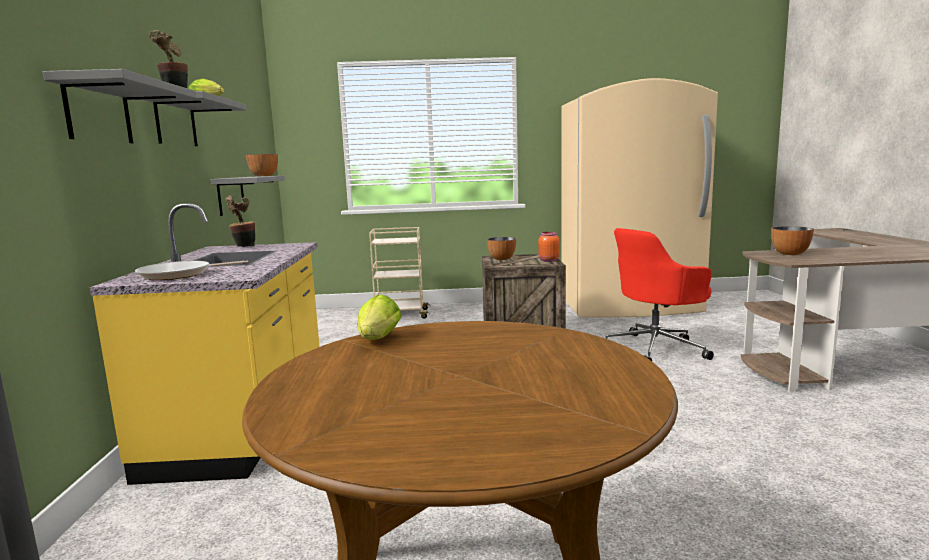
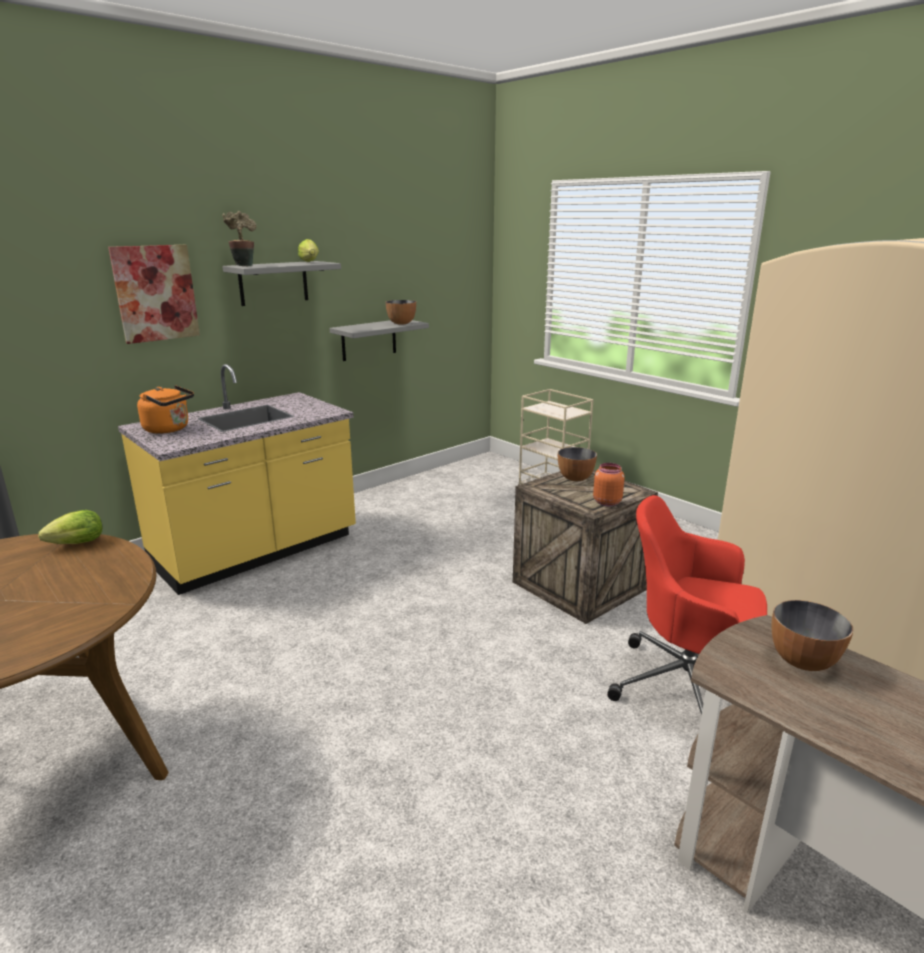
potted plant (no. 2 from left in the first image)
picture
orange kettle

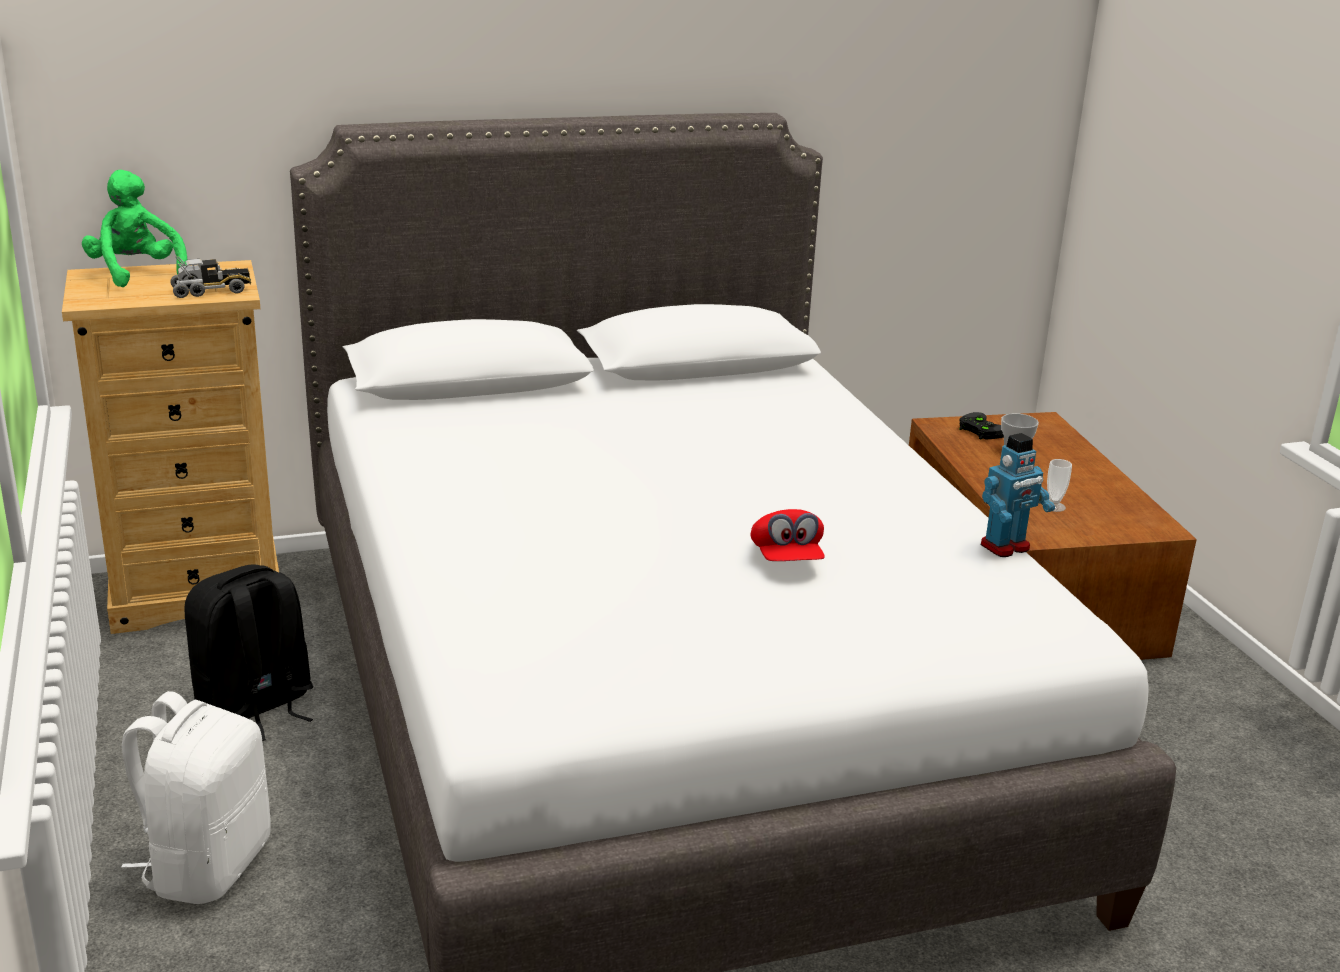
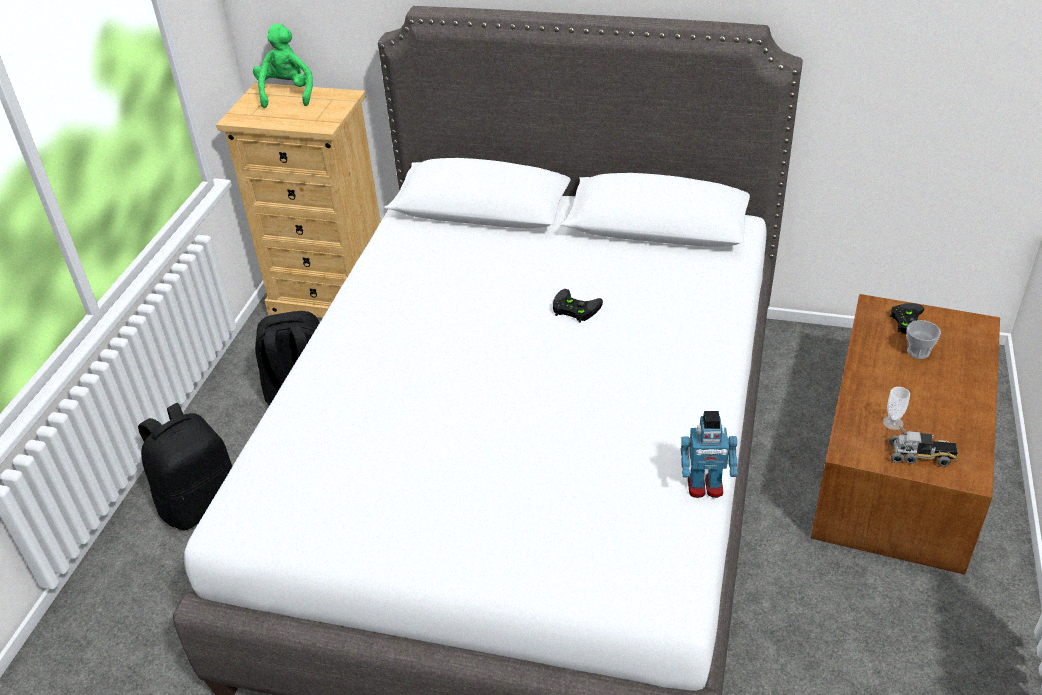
red cap
black game controller (no. 1 from left)
toy truck
black backpack (no. 1 from left)

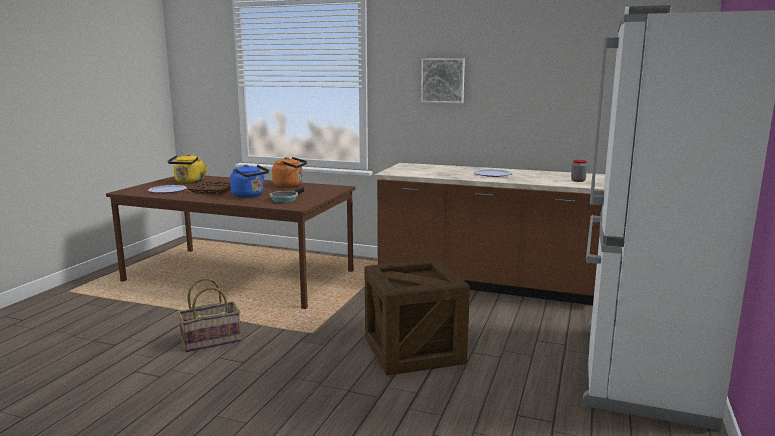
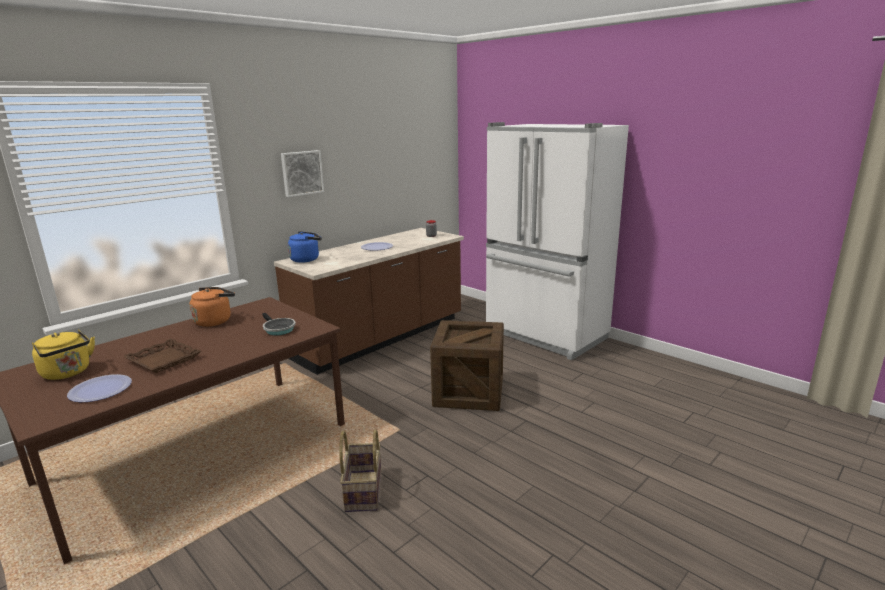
blue kettle

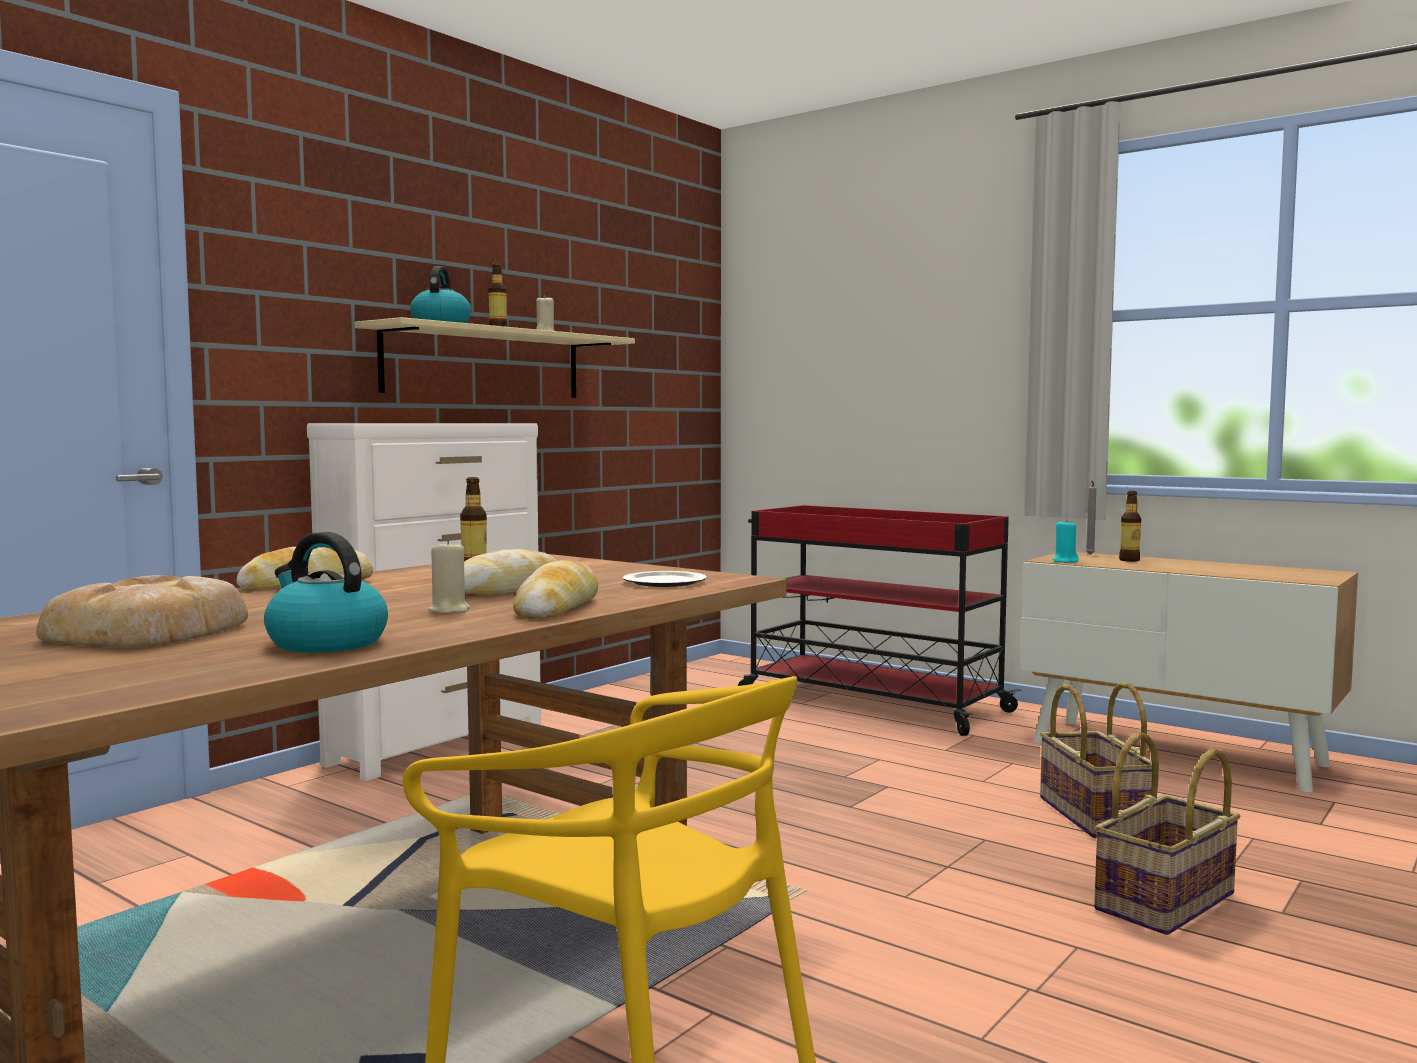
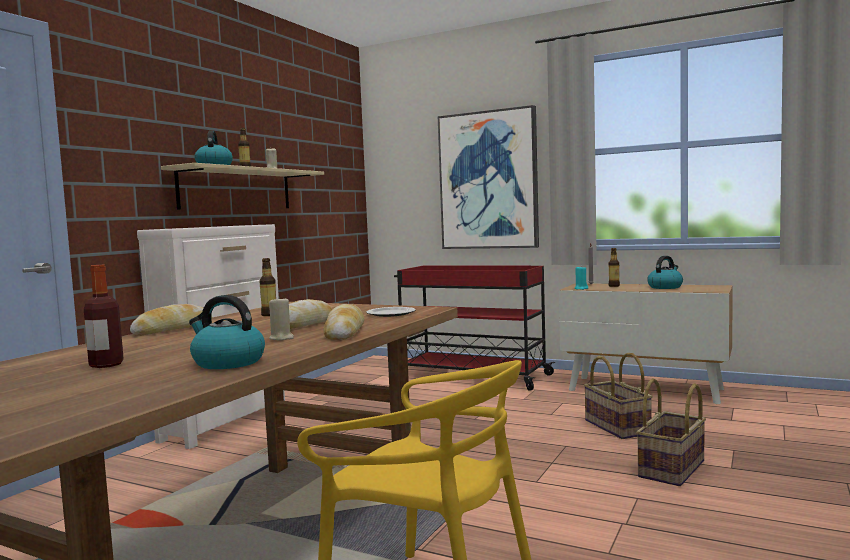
picture
kettle (no. 3 from left)
bottle (no. 1 from left)

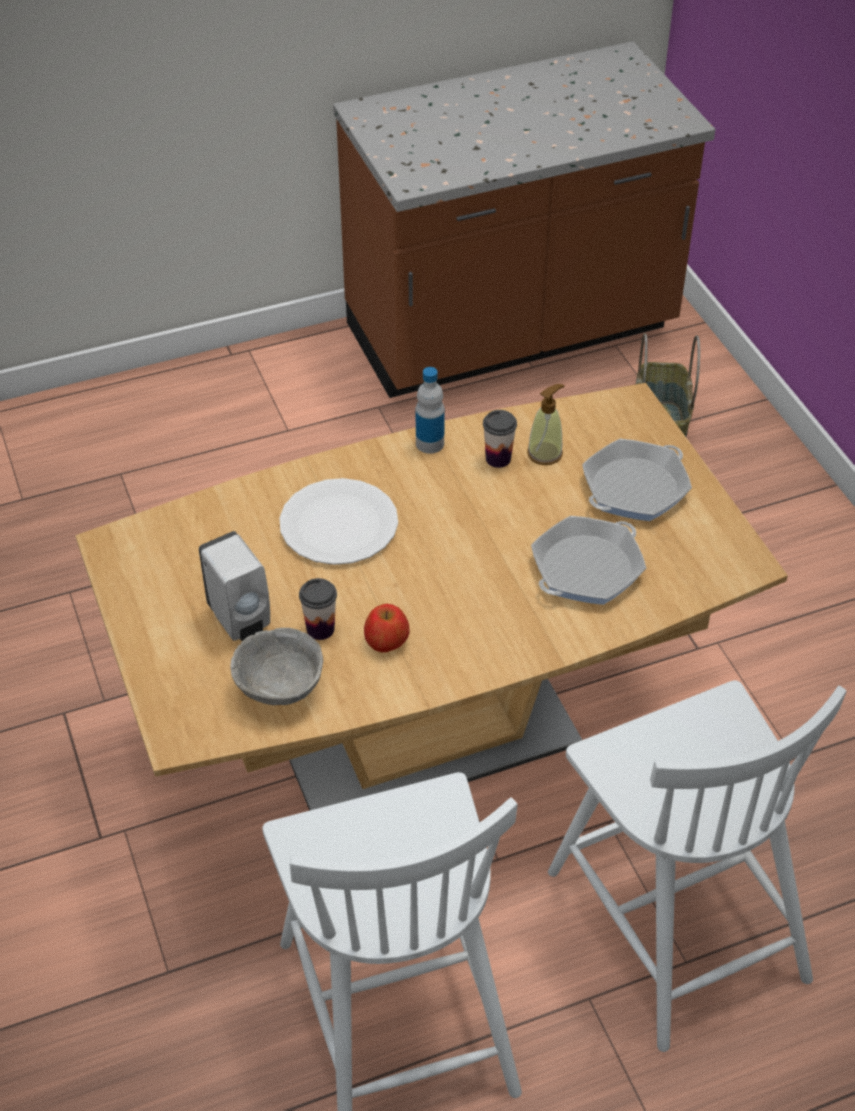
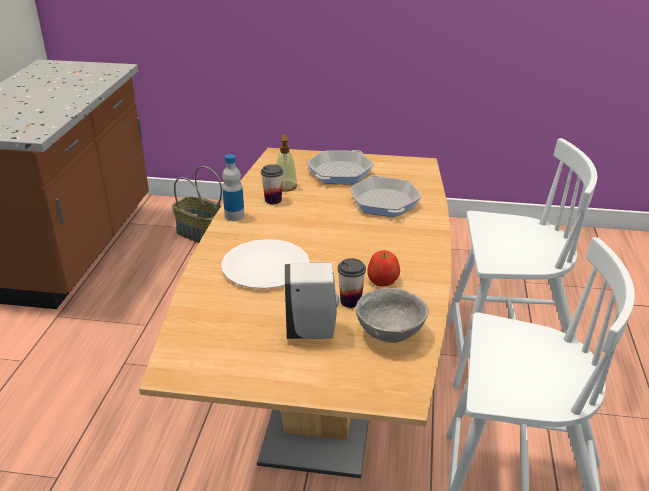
frying pan (no. 1 from left)

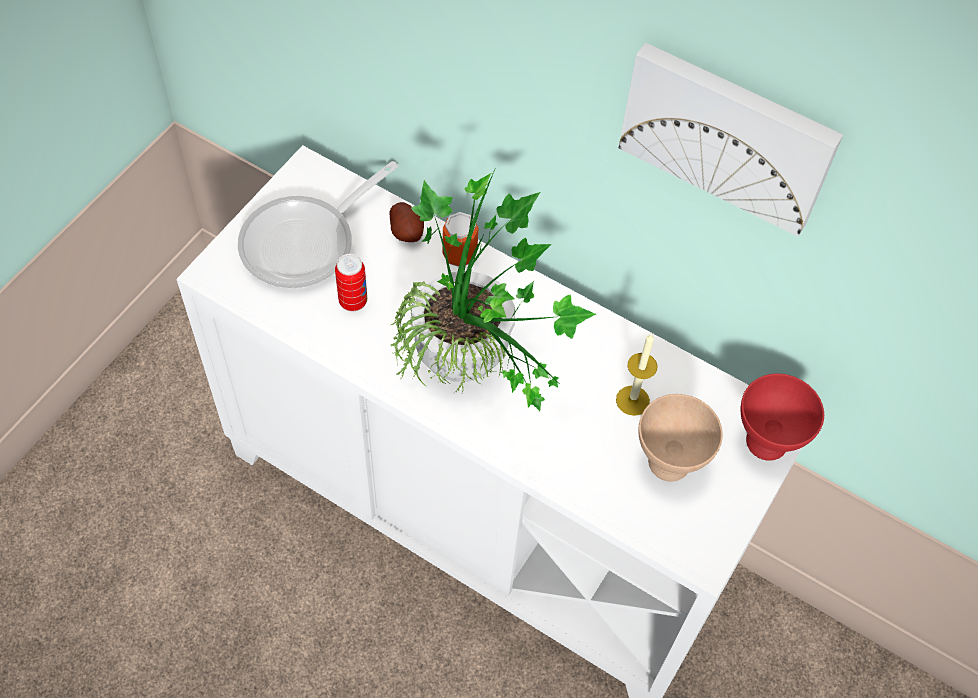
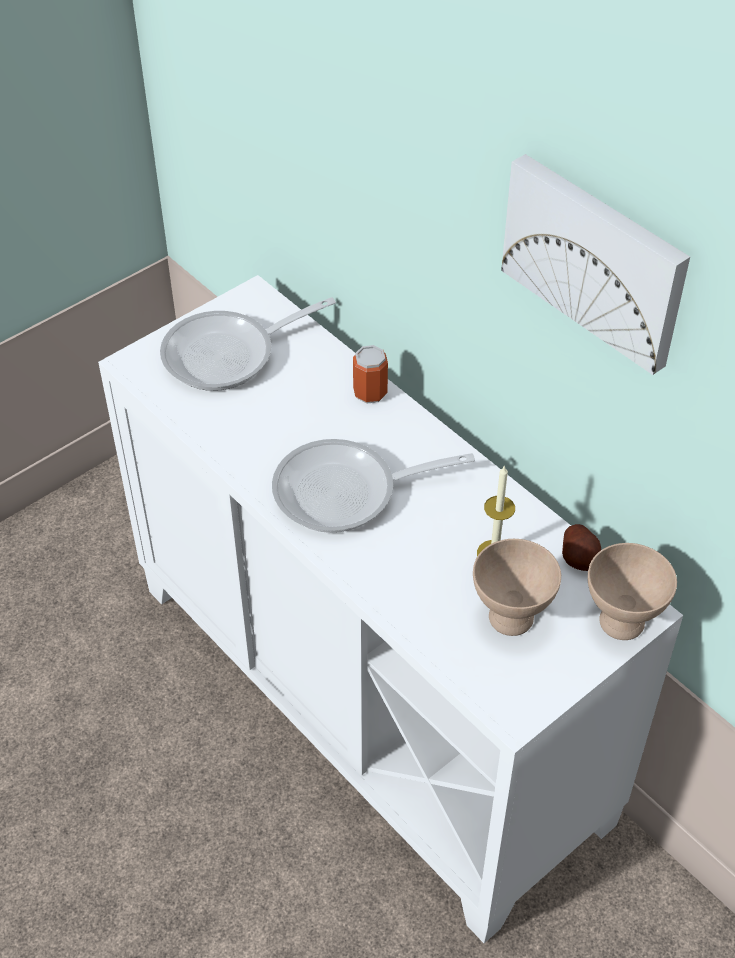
can (no. 1 from left in the first image)
potato
frying pan (no. 2 from left)
beige bowl (no. 2 from left)

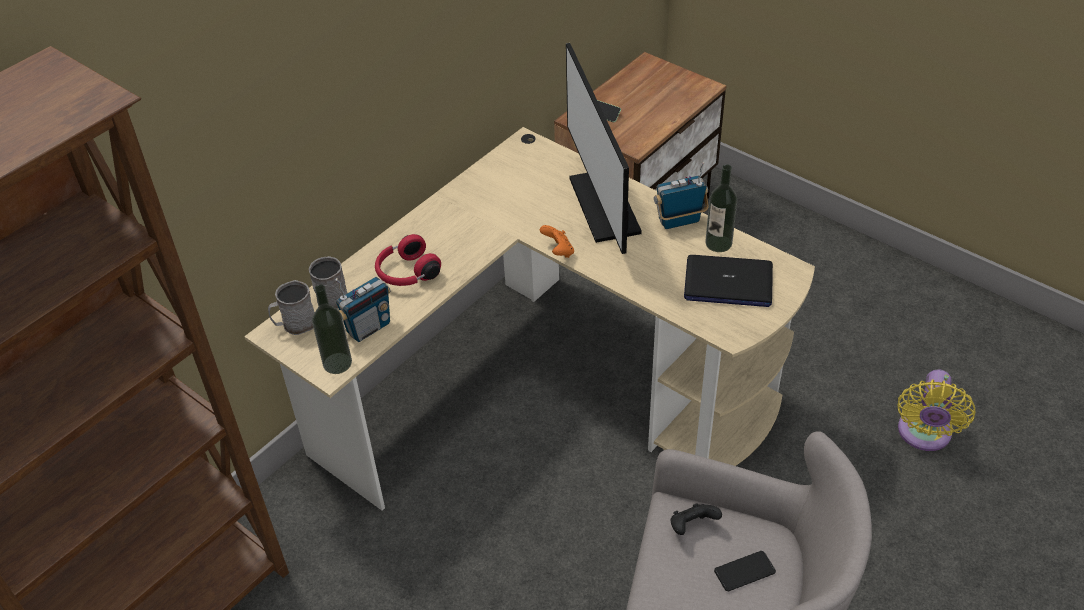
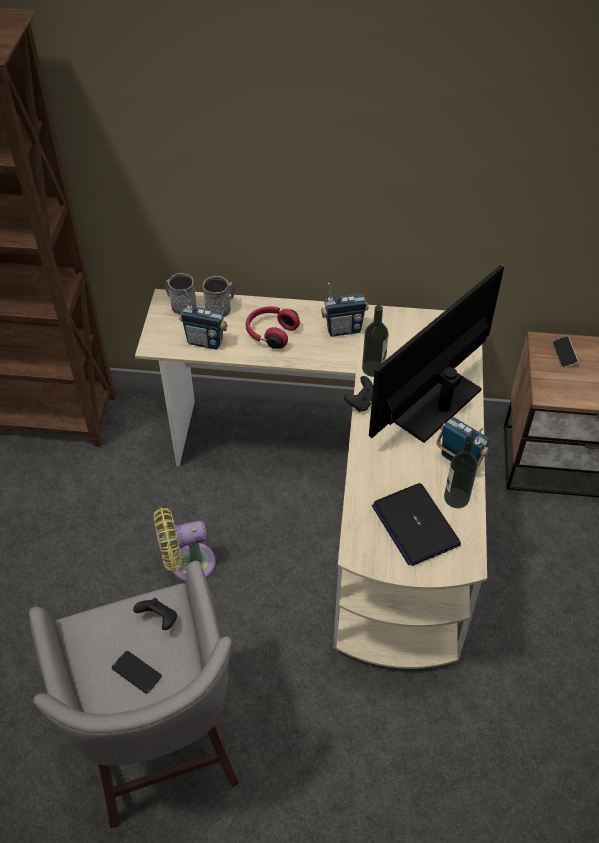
radio (no. 2 from left)
bottle (no. 1 from left)
yellow fan
black game controller (no. 2 from left)

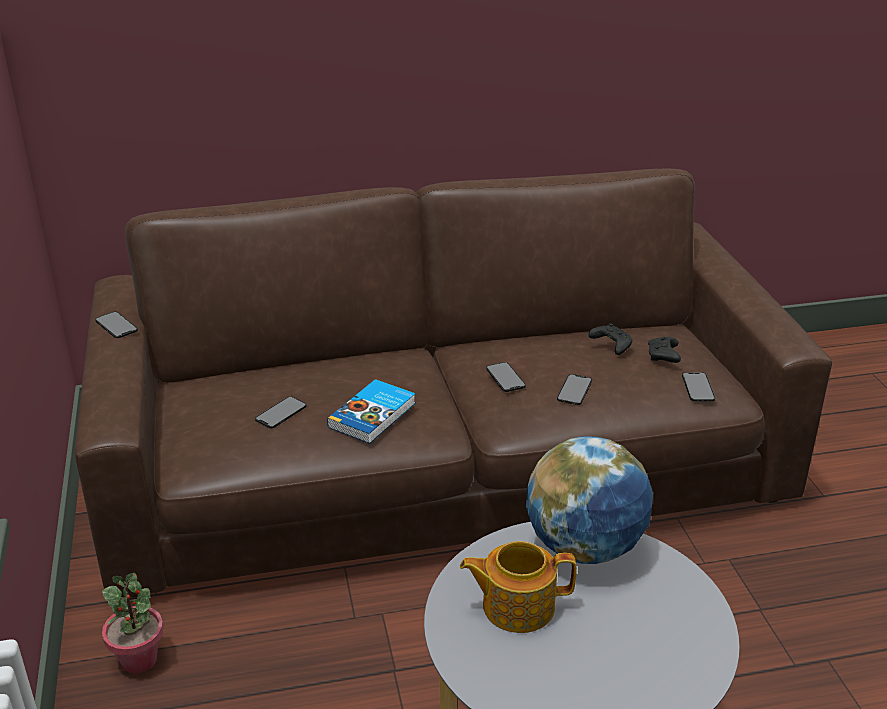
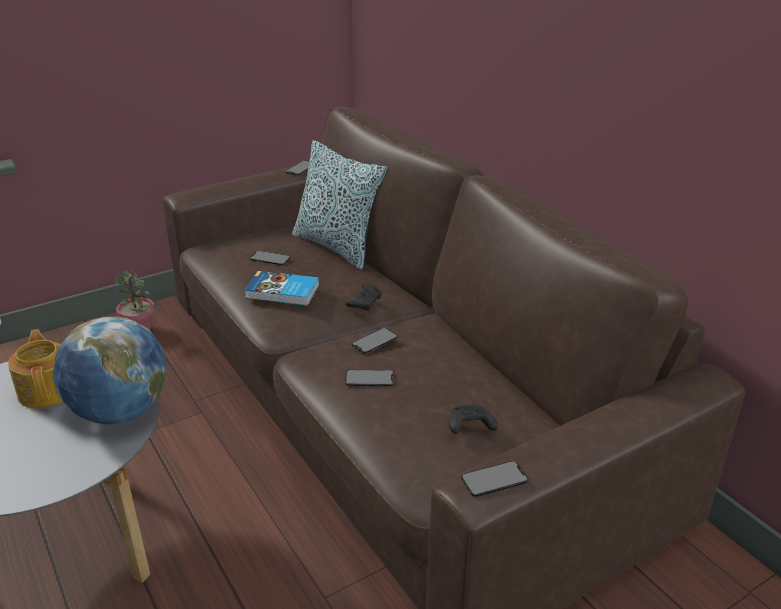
pillow
black game controller (no. 1 from left)
phone (no. 5 from left)

